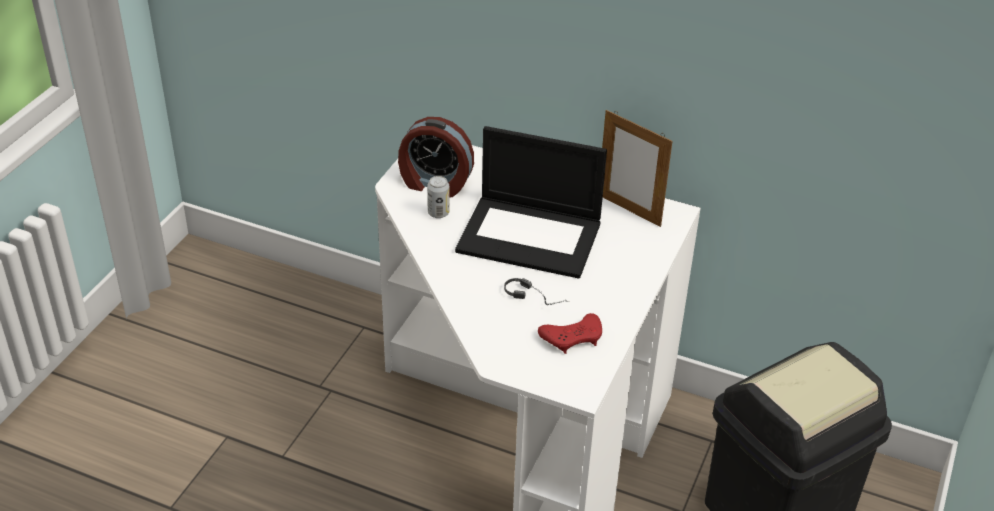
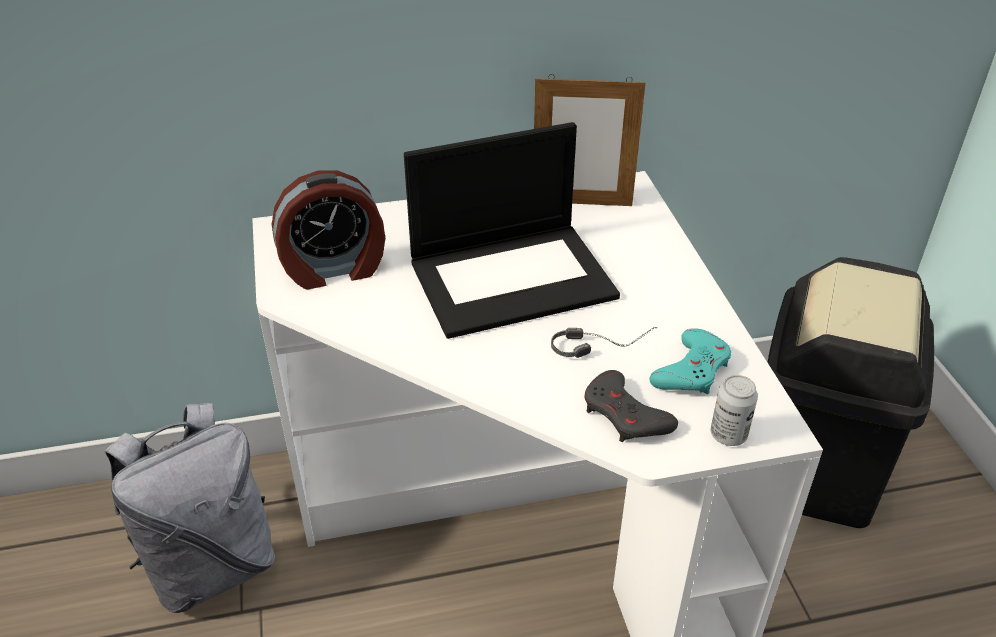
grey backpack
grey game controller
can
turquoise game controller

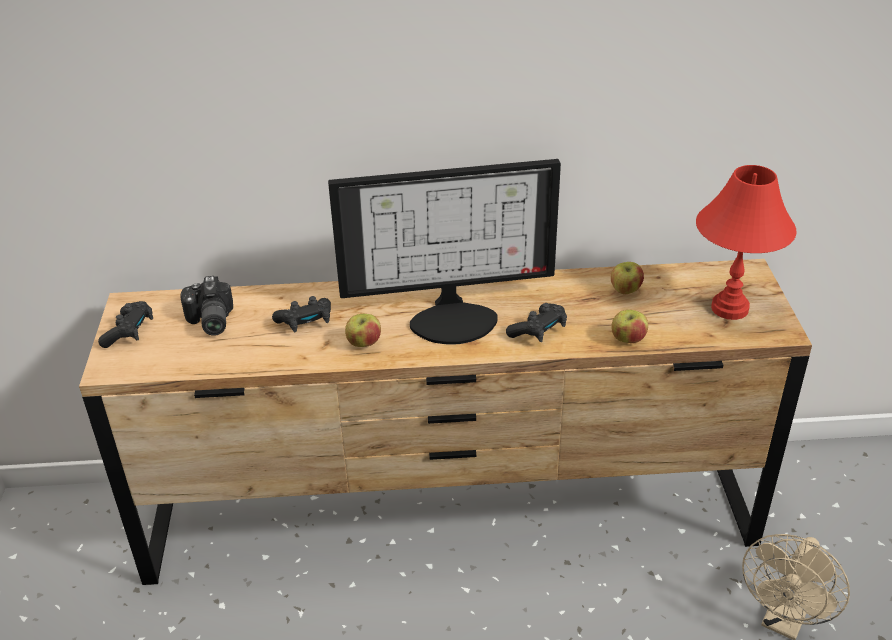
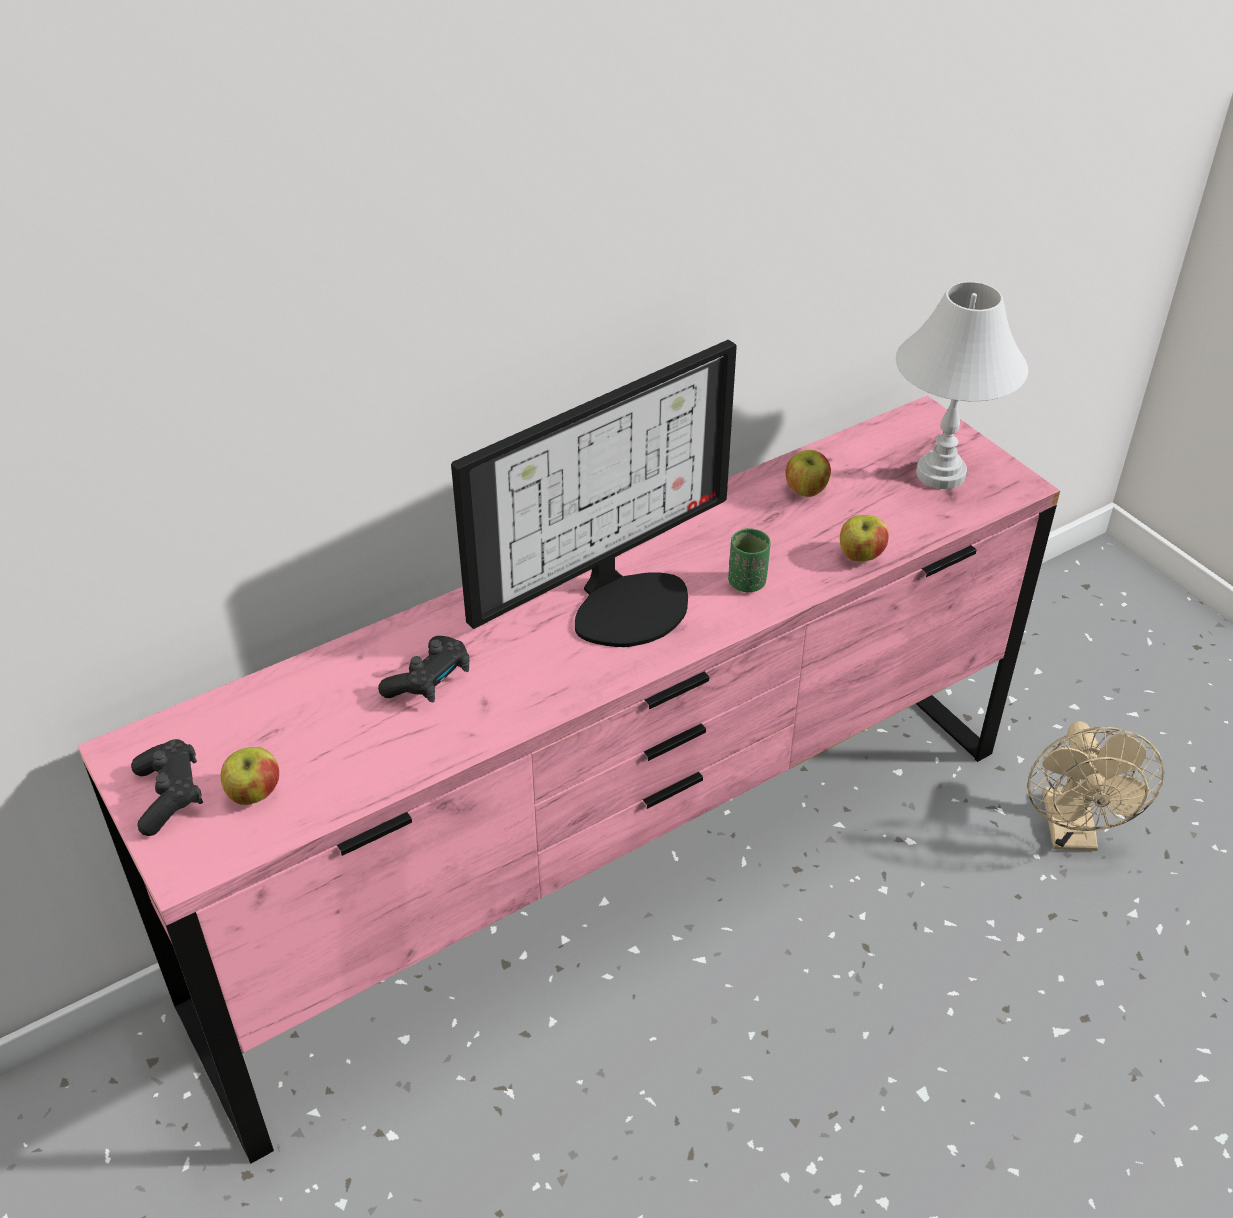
photo camera
apple (no. 1 from left)
green cup
pink dresser
white table lamp

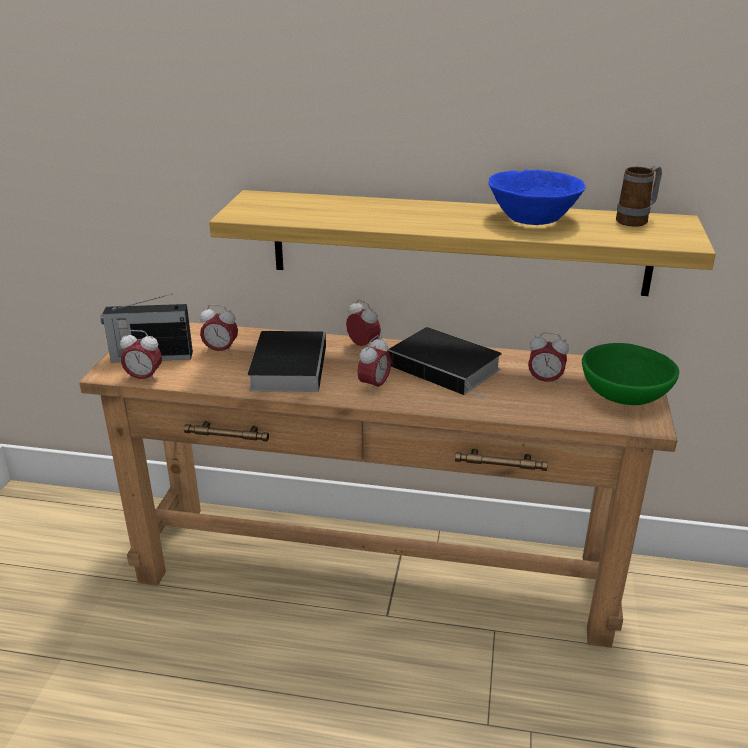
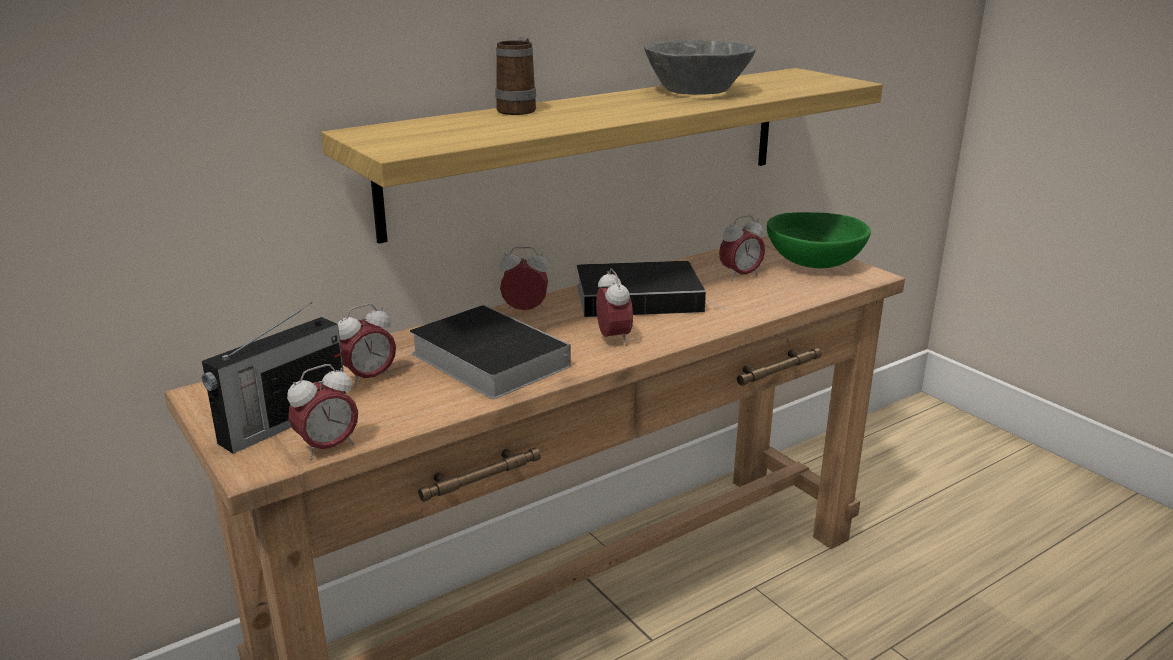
mug
grey bowl

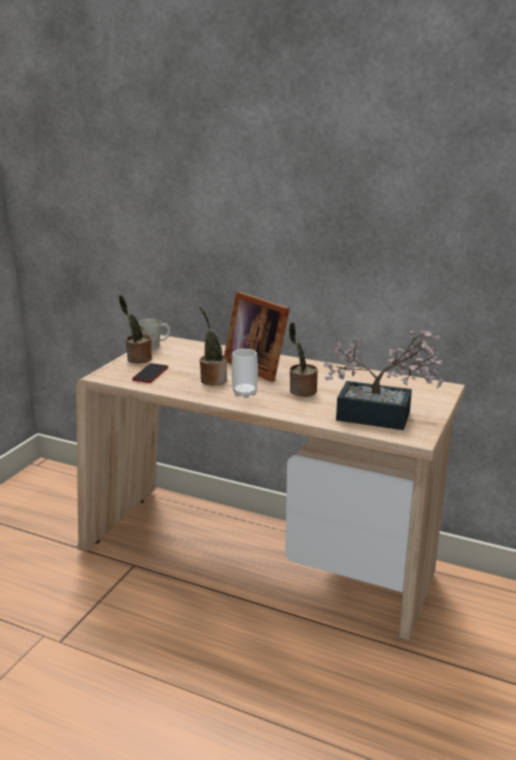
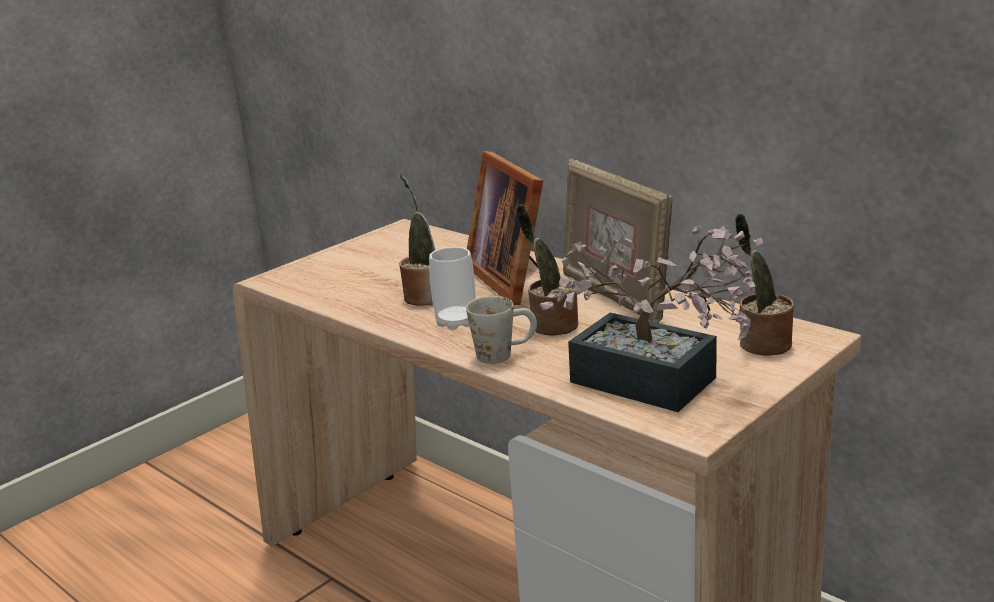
phone
picture frame (no. 2 from left)
potted plant (no. 4 from left)
white mug

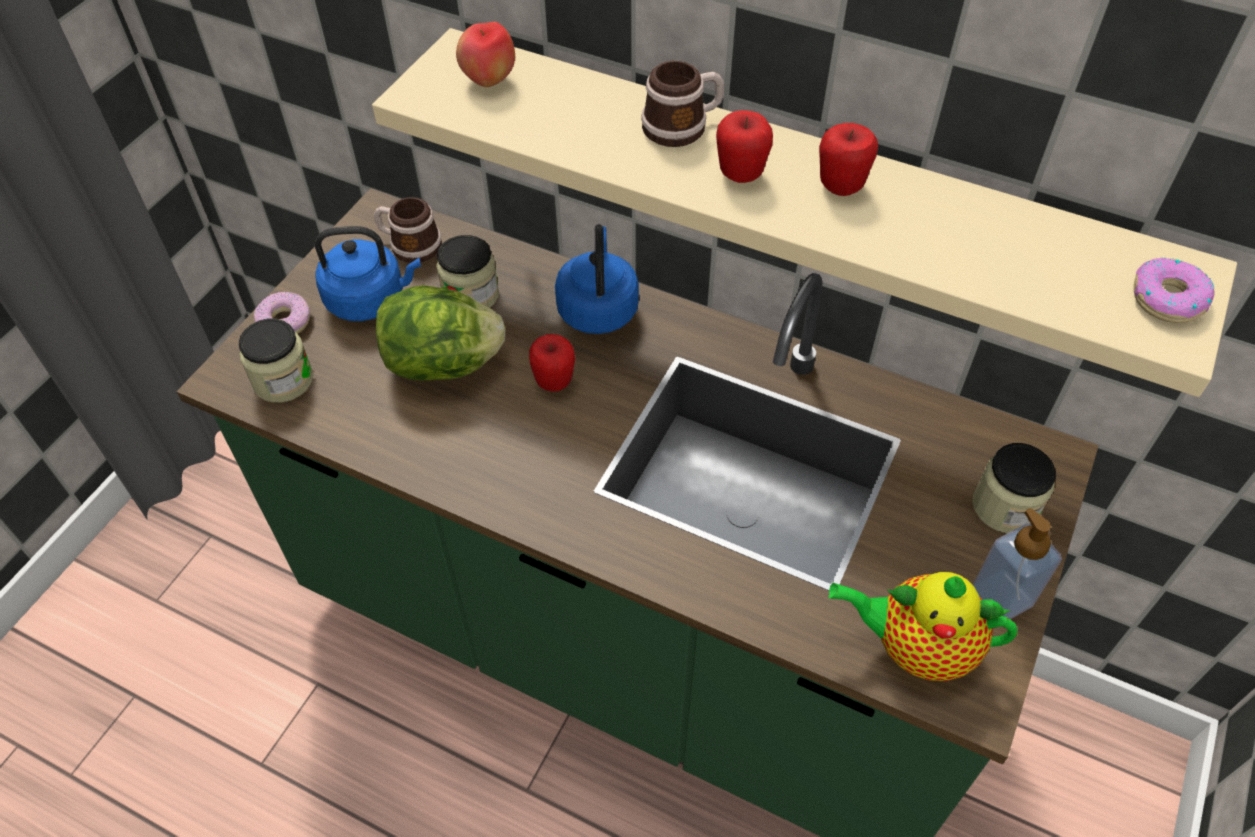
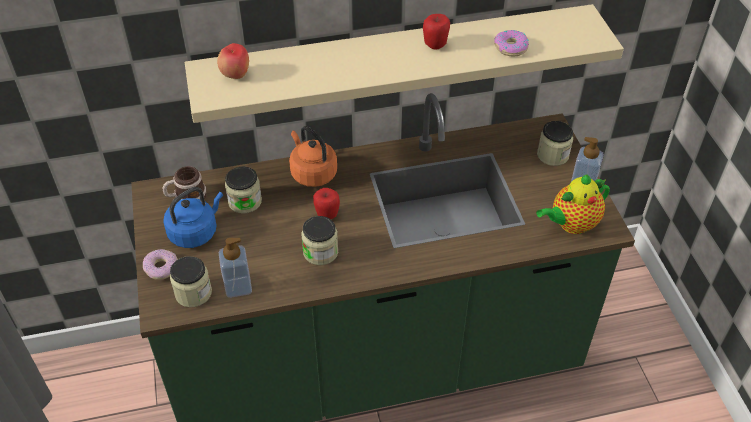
lettuce
mug (no. 2 from left in the first image)
apple (no. 3 from left in the first image)
soap dispenser (no. 1 from left)
jar (no. 3 from left)
donut (no. 2 from left)
orange kettle

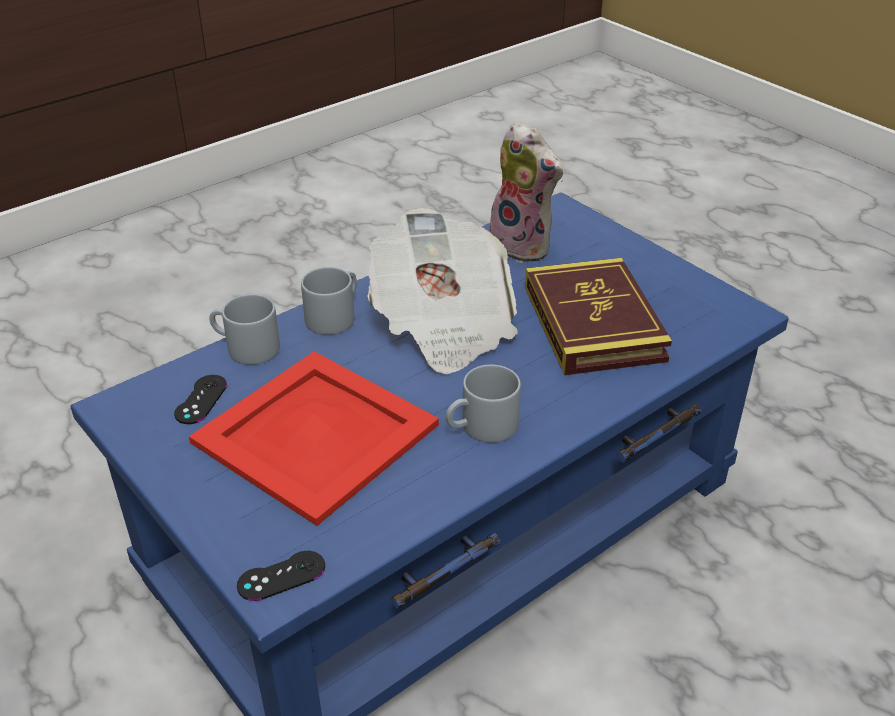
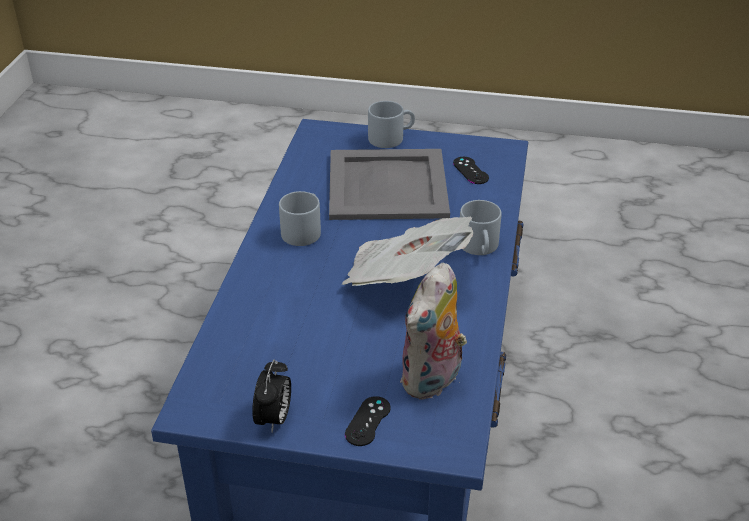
book
alarm clock
grey mug (no. 2 from left)
black game controller (no. 1 from left)
grey tray
plush toy

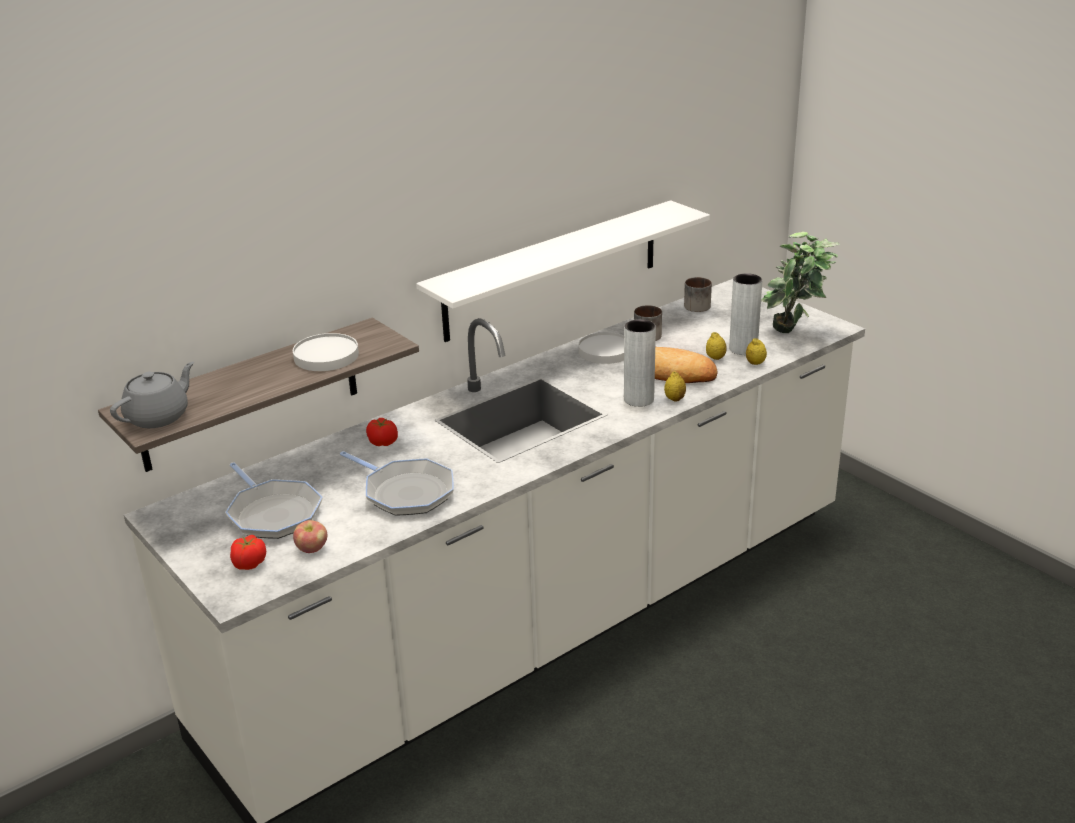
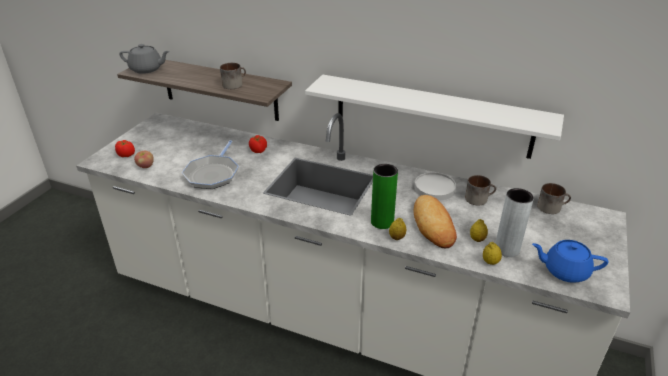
frying pan (no. 1 from left in the first image)
mug (no. 1 from left)
blue teapot
green vase

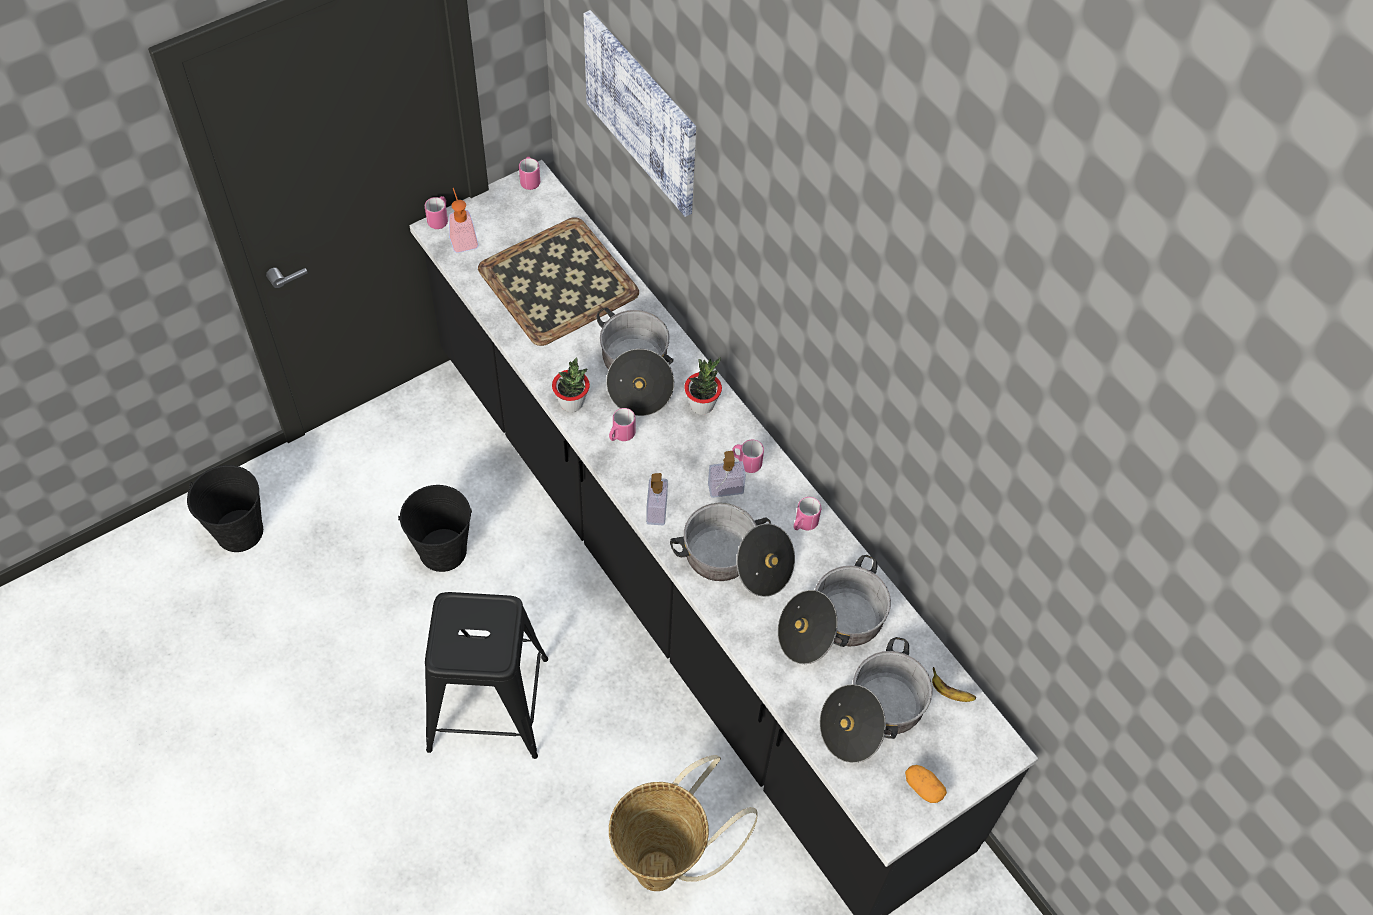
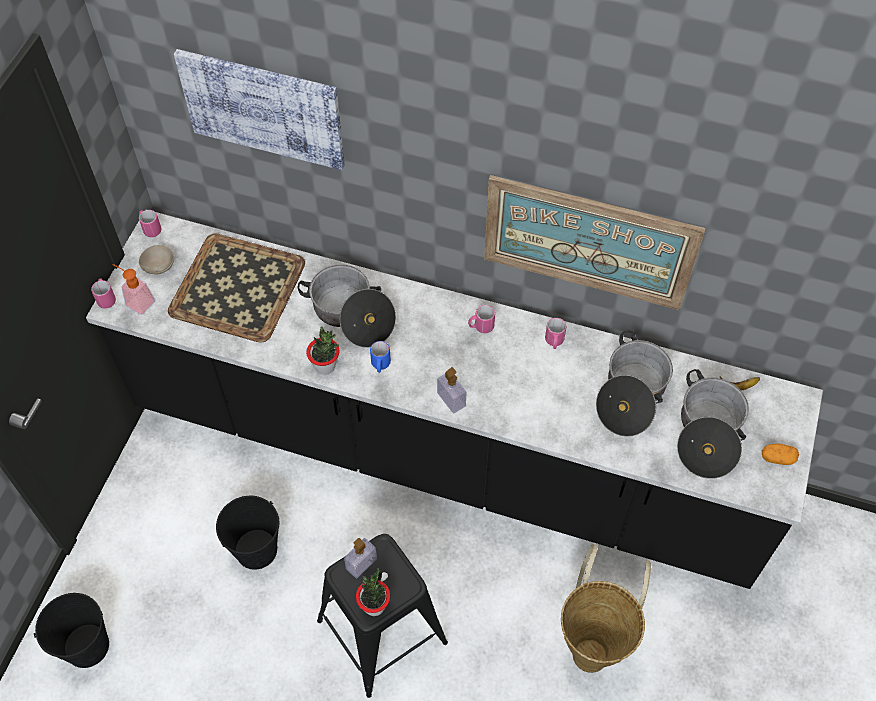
cooking pot (no. 2 from left in the first image)
beige bowl
picture (no. 2 from left)
potted plant (no. 2 from left)
soap dispenser (no. 2 from left)
blue mug

